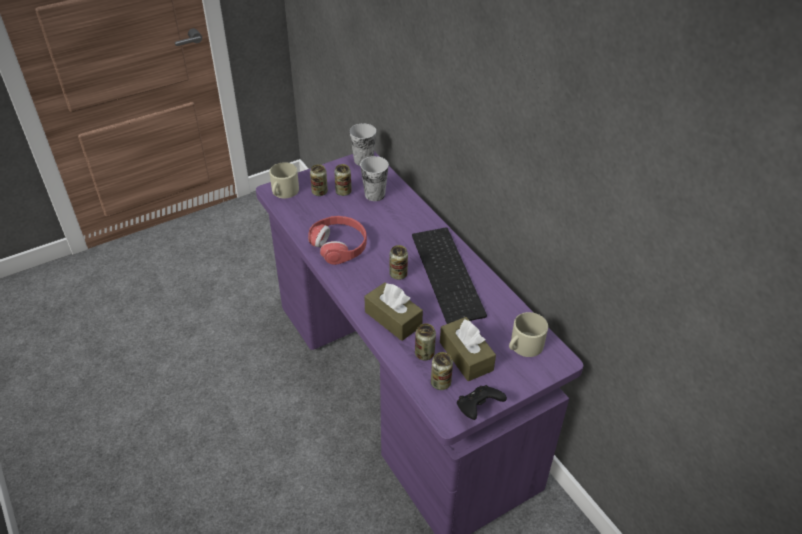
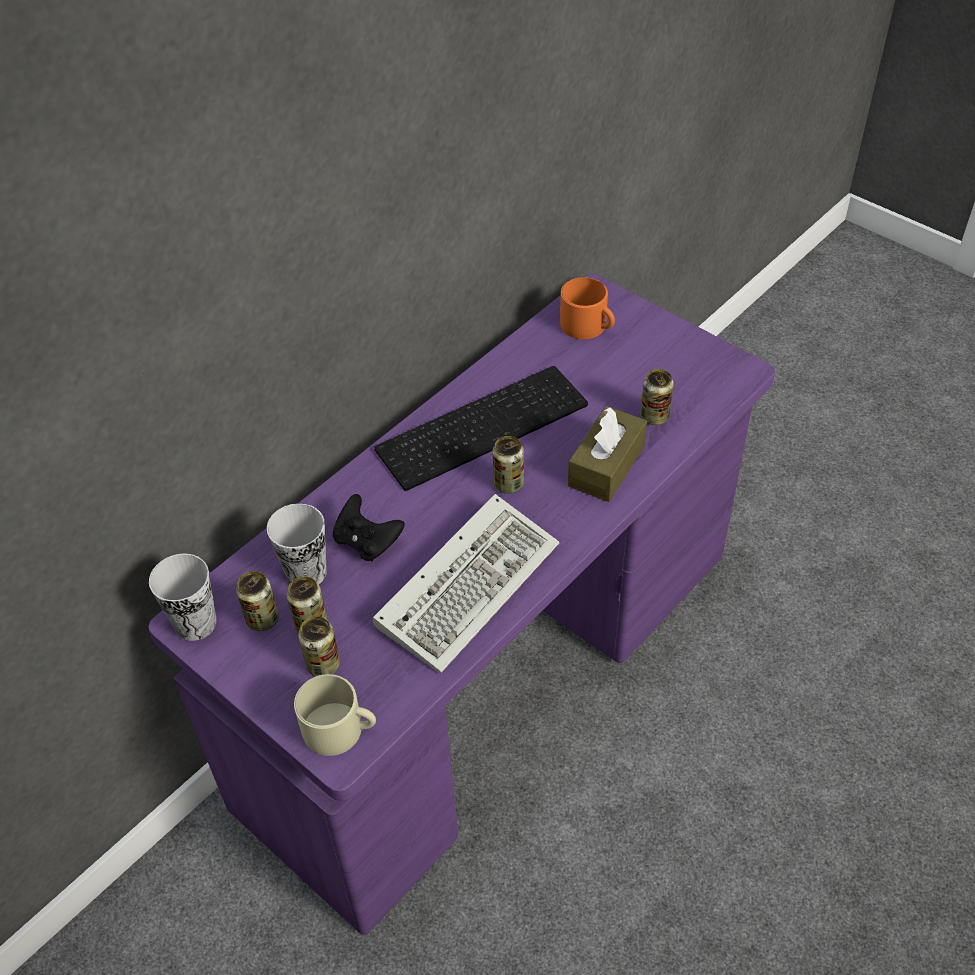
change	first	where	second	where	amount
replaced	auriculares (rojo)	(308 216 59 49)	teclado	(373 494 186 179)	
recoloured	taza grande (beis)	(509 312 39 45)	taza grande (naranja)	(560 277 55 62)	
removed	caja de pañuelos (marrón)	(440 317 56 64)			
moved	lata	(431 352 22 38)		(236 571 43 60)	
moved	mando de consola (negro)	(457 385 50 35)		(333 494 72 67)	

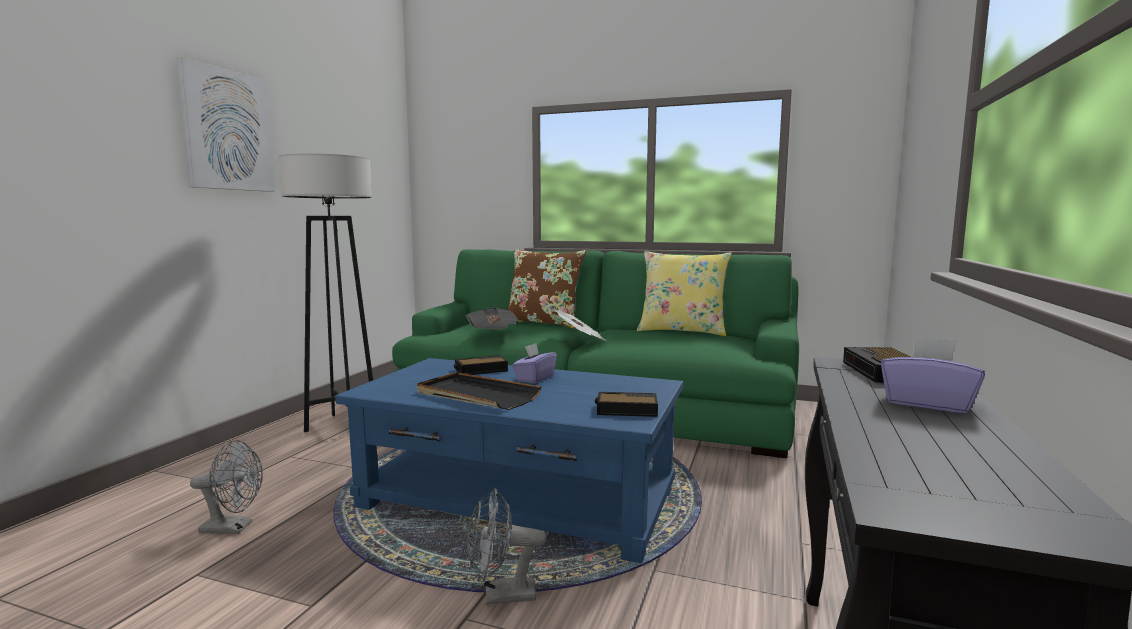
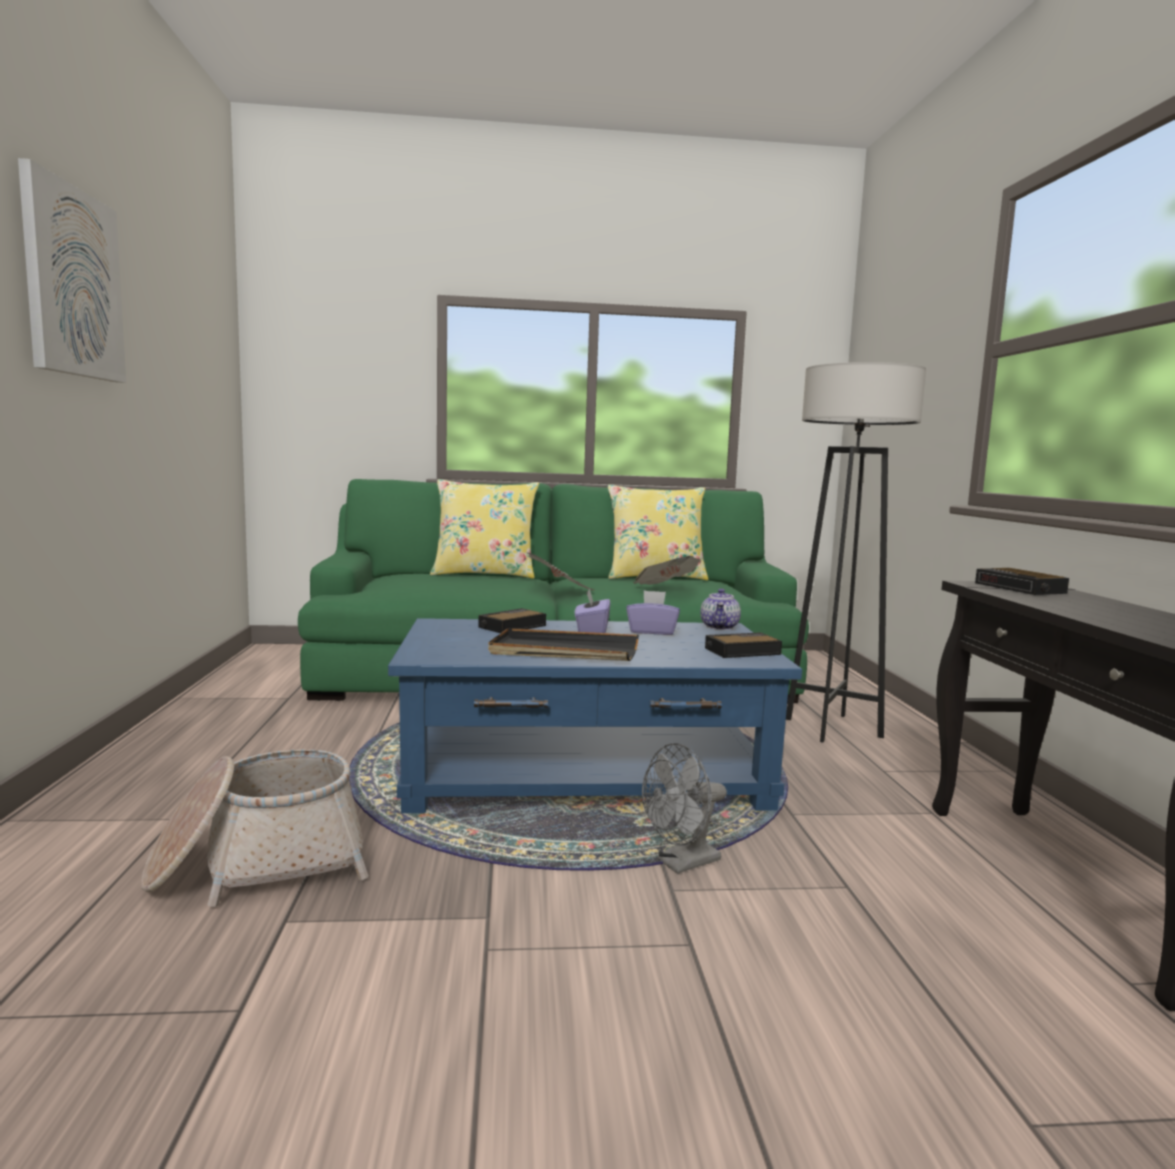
change	first	where	second	where	amount
moved	lámpara de pie (gris)	(279 153 94 279)		(786 362 140 381)	
recoloured	cojín (marrón)	(507 249 80 79)	cojín (amarillo)	(430 479 109 100)	
moved	periódico	(465 308 54 22)		(633 556 68 29)	
moved	caja de pañuelos (morado)	(881 336 104 78)		(626 590 54 45)	
replaced	ventilador (gris)	(190 440 73 94)	cesta	(140 749 229 158)	
added			tetera	(700 589 41 41)	

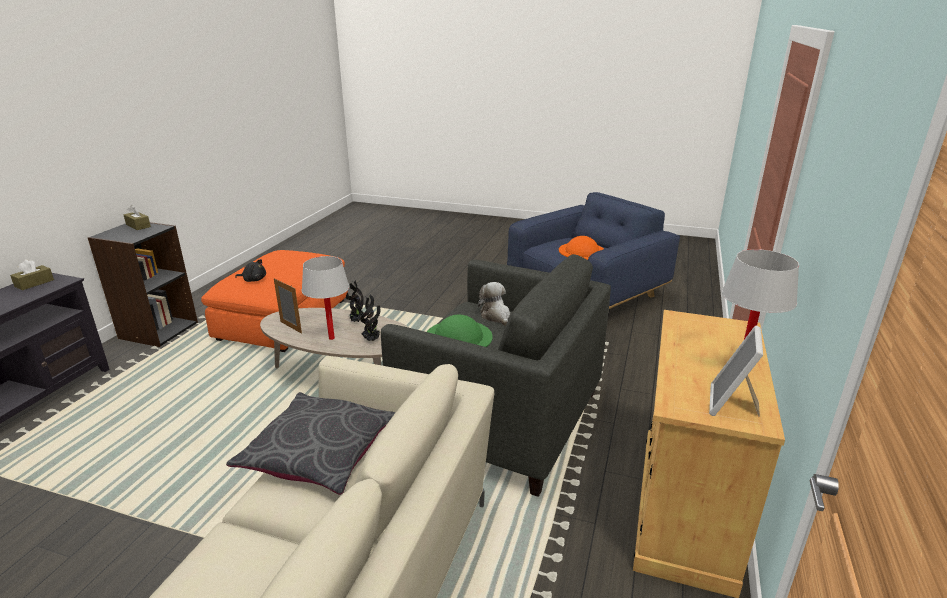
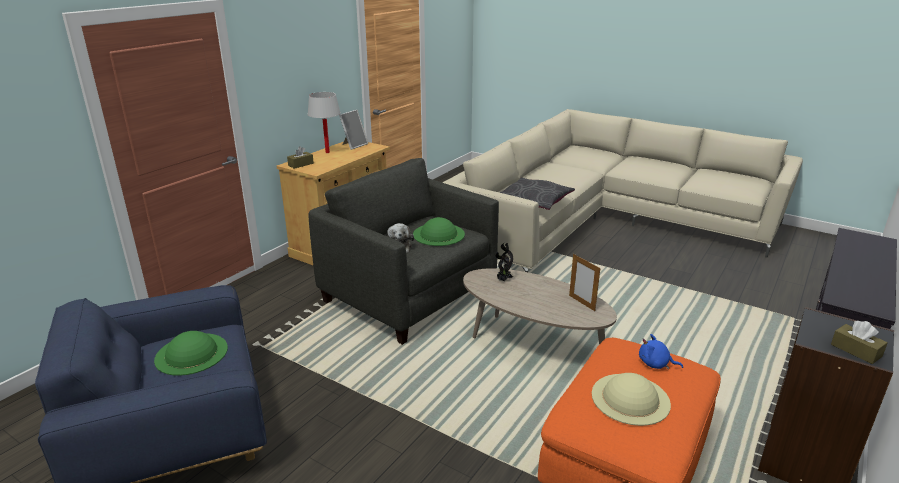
change	first	where	second	where	amount
recoloured	sombrero (naranja)	(559 236 45 24)	sombrero (verde)	(154 331 74 45)	
removed	lámpara de mesa (blanco)	(302 256 47 84)			
moved	caja de pañuelos (marrón)	(10 259 44 31)		(287 146 27 23)	
recoloured	peluche (negro)	(235 259 31 23)	peluche (azul)	(639 334 44 35)	
removed	planta en maceta	(346 281 18 41)			
added			sombrero (beis)	(592 373 79 53)	

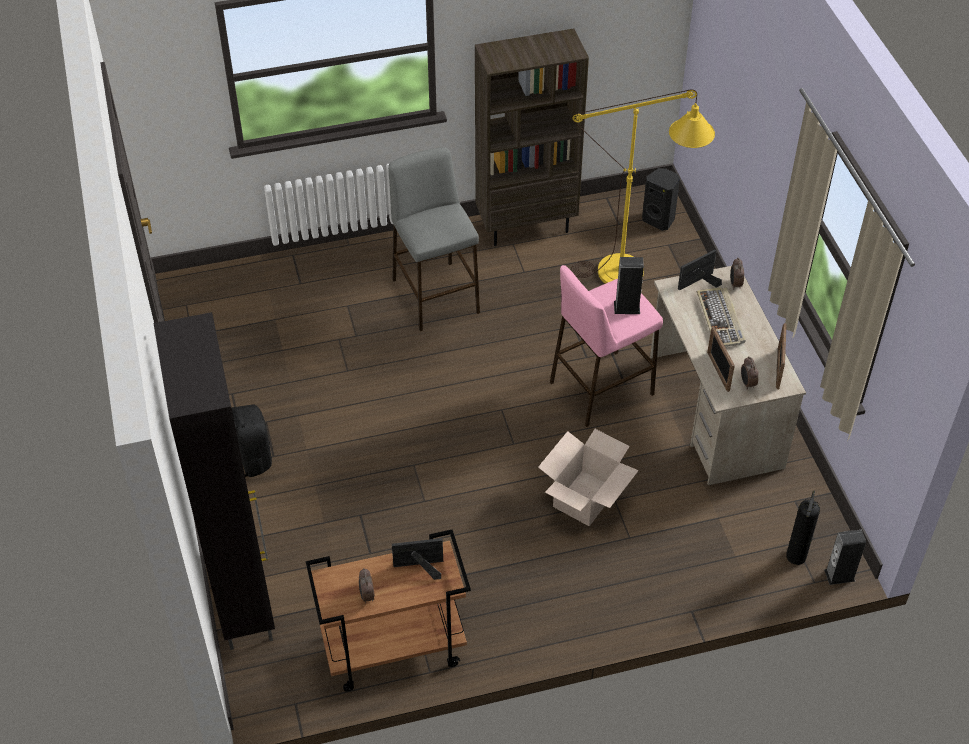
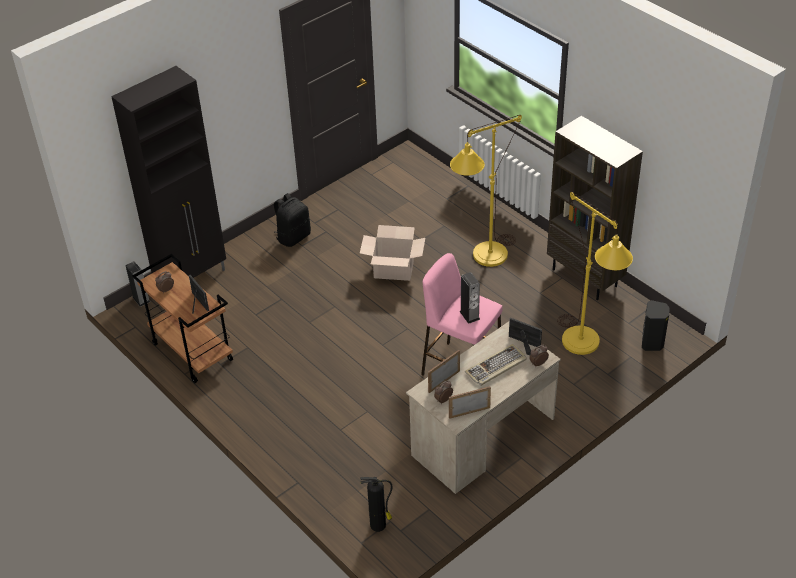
change	first	where	second	where	amount
replaced	taburete (gris)	(388 147 92 184)	lámpara de pie (amarillo)	(450 115 72 152)	
moved	caja de cartón	(538 429 101 97)		(360 225 65 56)	
moved	altavoz	(824 530 42 55)		(126 261 24 46)	

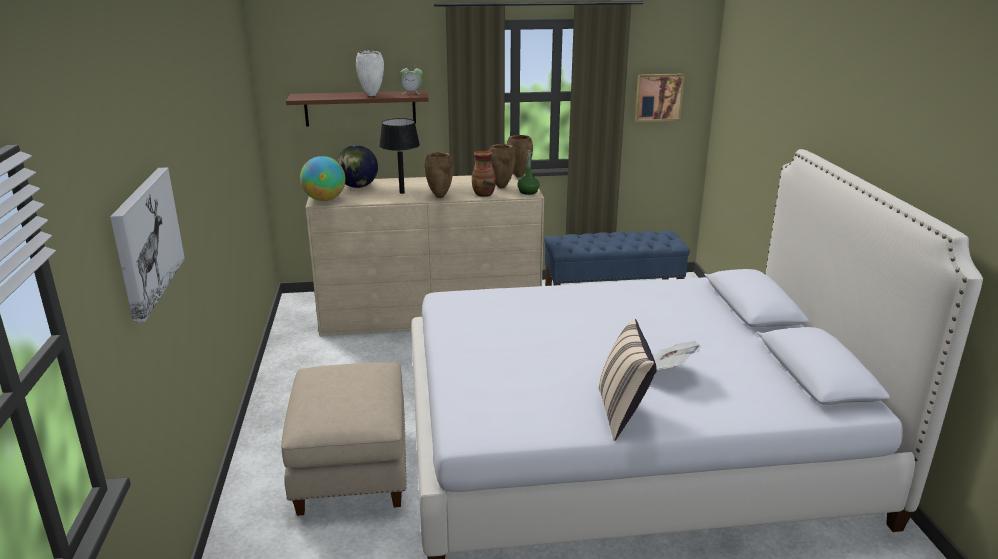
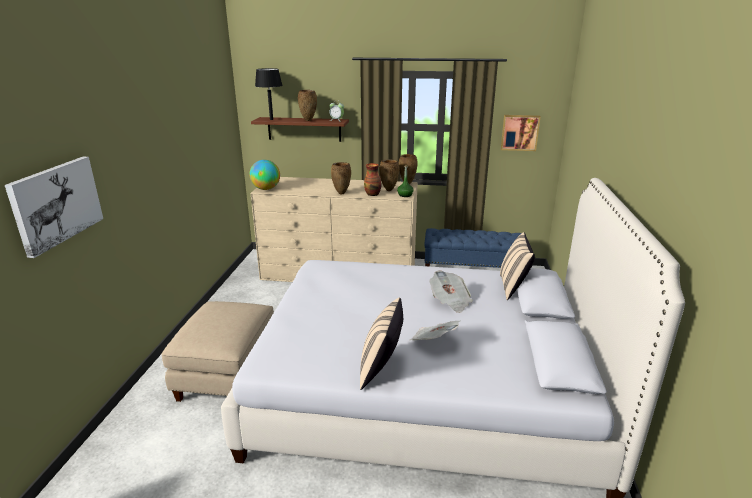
change	first	where	second	where	amount
recoloured	florero (blanco)	(356 51 28 45)	florero (marrón)	(298 90 19 31)	
moved	lámpara de mesa (negro)	(379 118 41 76)		(255 68 28 52)	
removed	globo terráqueo	(336 145 42 43)			
added			cojín (beis)	(500 232 35 69)	
added			periódico	(429 270 44 43)	

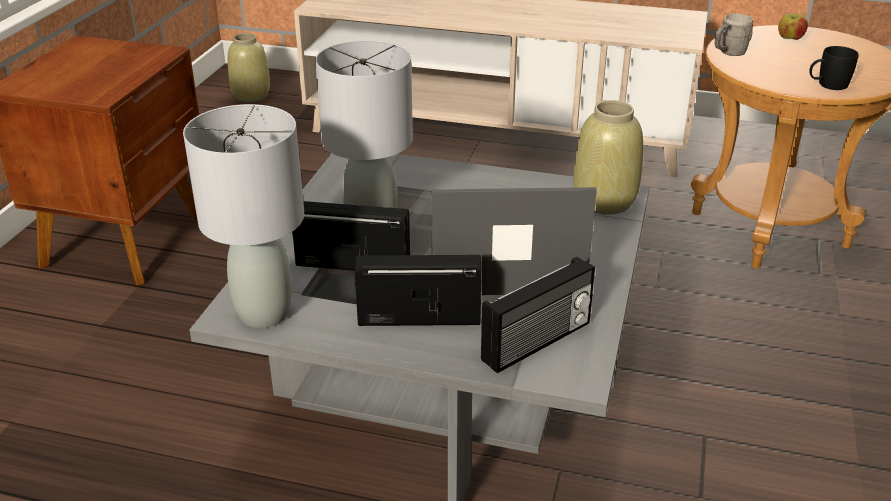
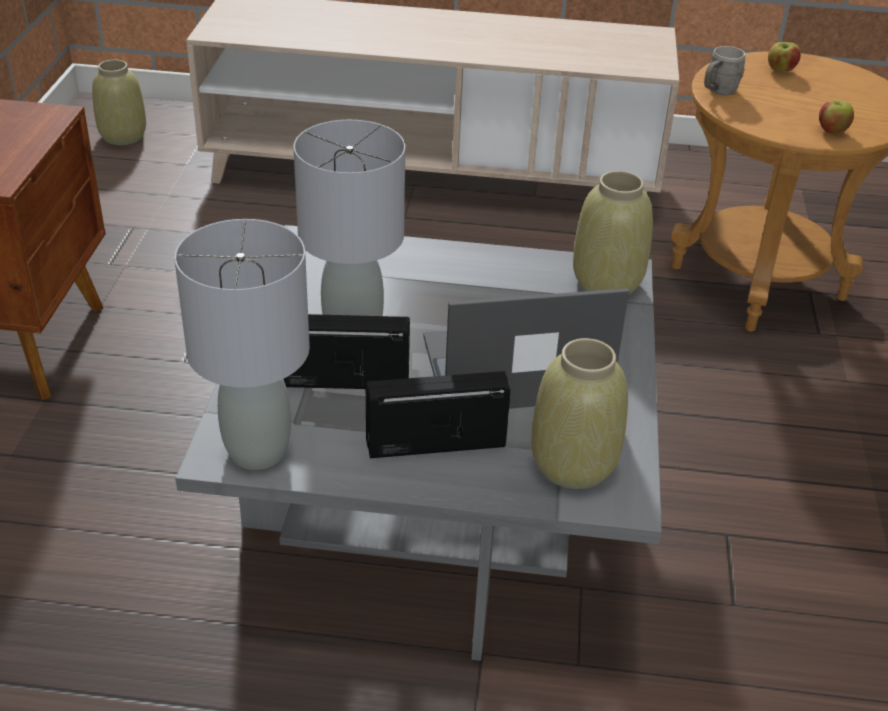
change	first	where	second	where	amount
replaced	taza grande (negro)	(809 46 50 44)	manzana	(819 100 35 34)	
replaced	radio	(481 257 114 116)	florero (beis)	(531 338 97 151)	

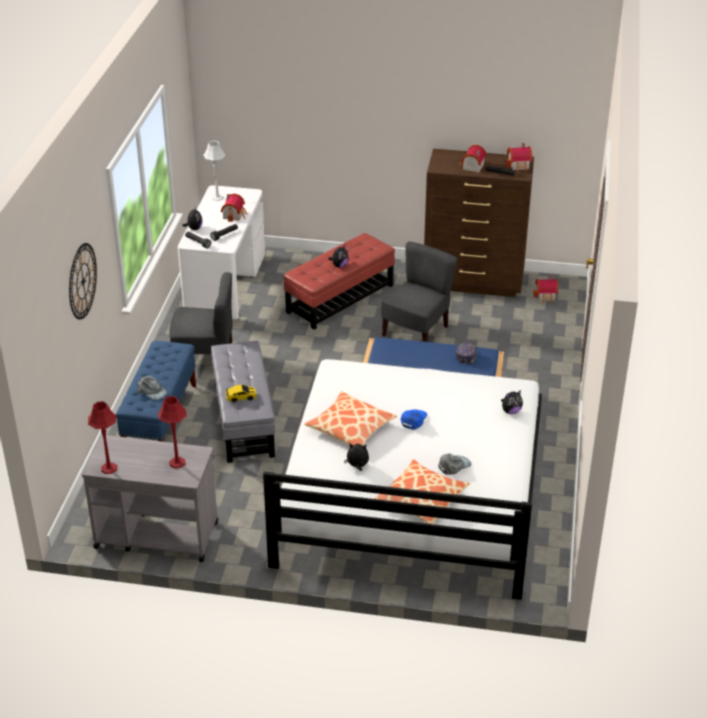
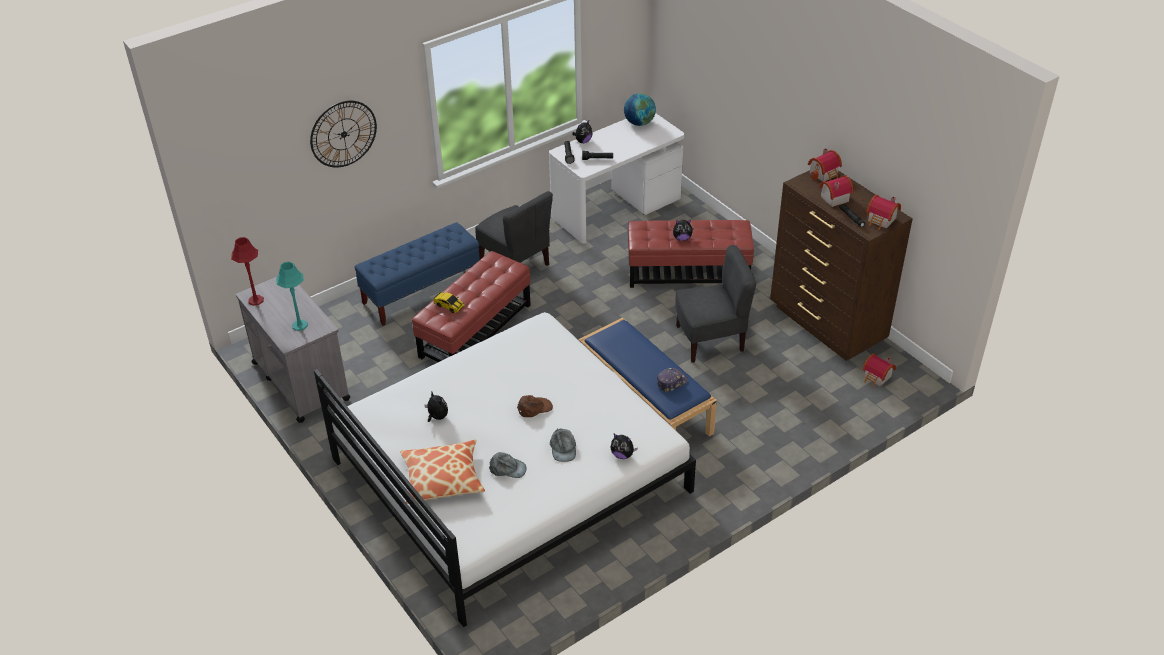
change	first	where	second	where	amount
replaced	lámpara de mesa (gris)	(204 141 22 60)	globo terráqueo	(624 93 32 33)	
moved	casita	(221 194 26 28)		(808 148 34 34)	
recoloured	puf (gris)	(211 341 64 122)	puf (rojo)	(412 251 119 111)	
moved	gorra (gris)	(137 376 30 24)		(550 429 26 33)	
removed	cojín	(304 391 93 54)			
recoloured	lámpara de mesa (rojo)	(158 396 29 73)	lámpara de mesa (turquesa)	(276 262 32 69)	
recoloured	gorra (azul)	(401 410 26 20)	gorra (marrón)	(517 395 36 22)	

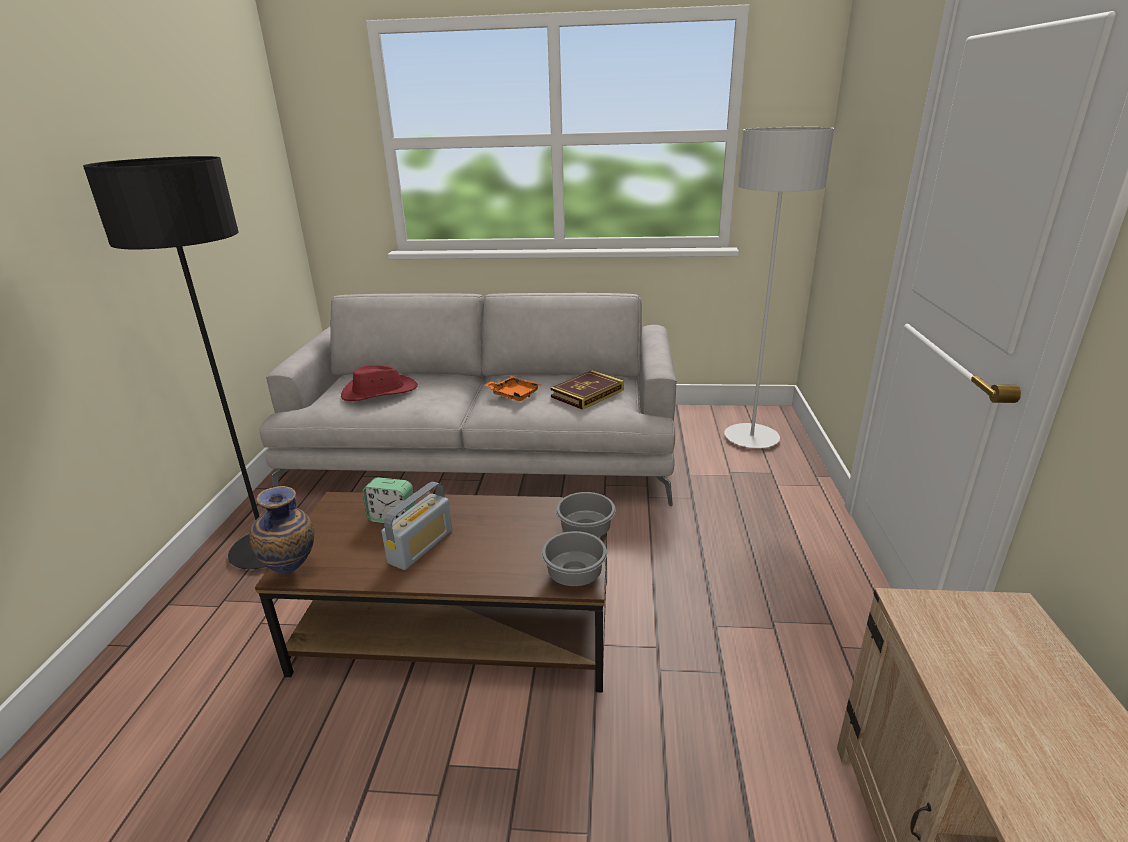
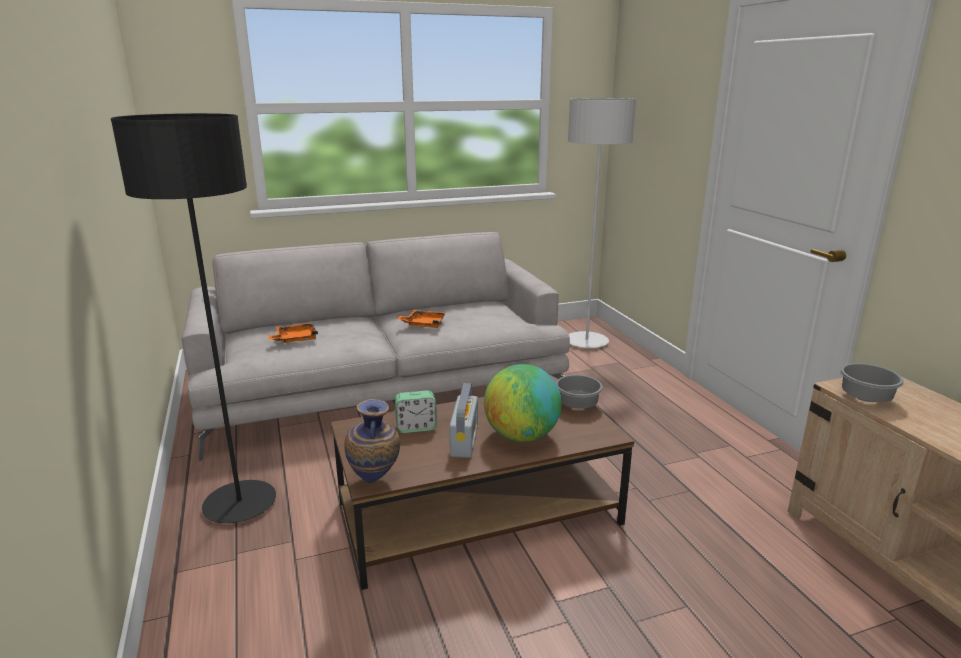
change	first	where	second	where	amount
replaced	sombrero (rojo)	(341 365 77 36)	bandeja (naranja)	(268 323 50 20)	
removed	libro	(550 370 74 40)			
moved	cuenco (gris)	(541 531 66 55)		(840 363 64 39)	
added			globo terráqueo	(484 364 78 78)	

